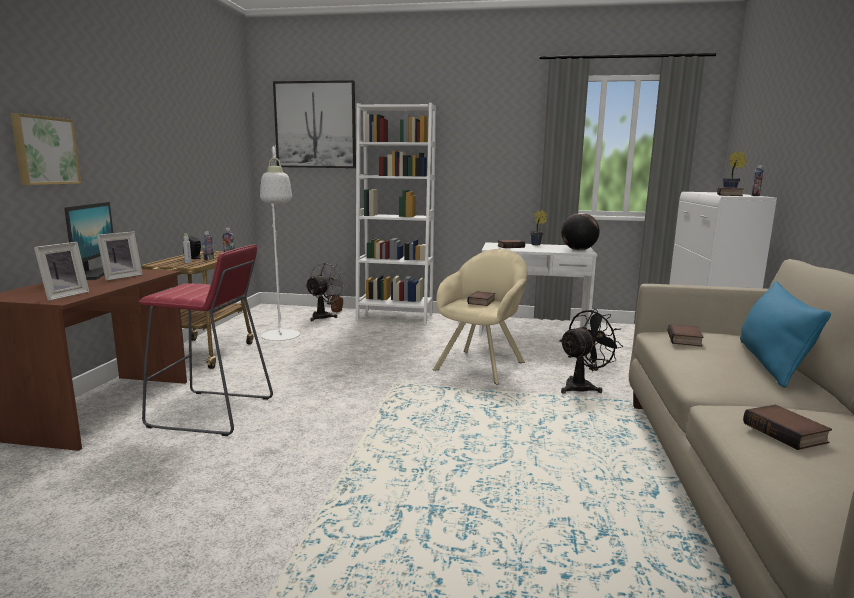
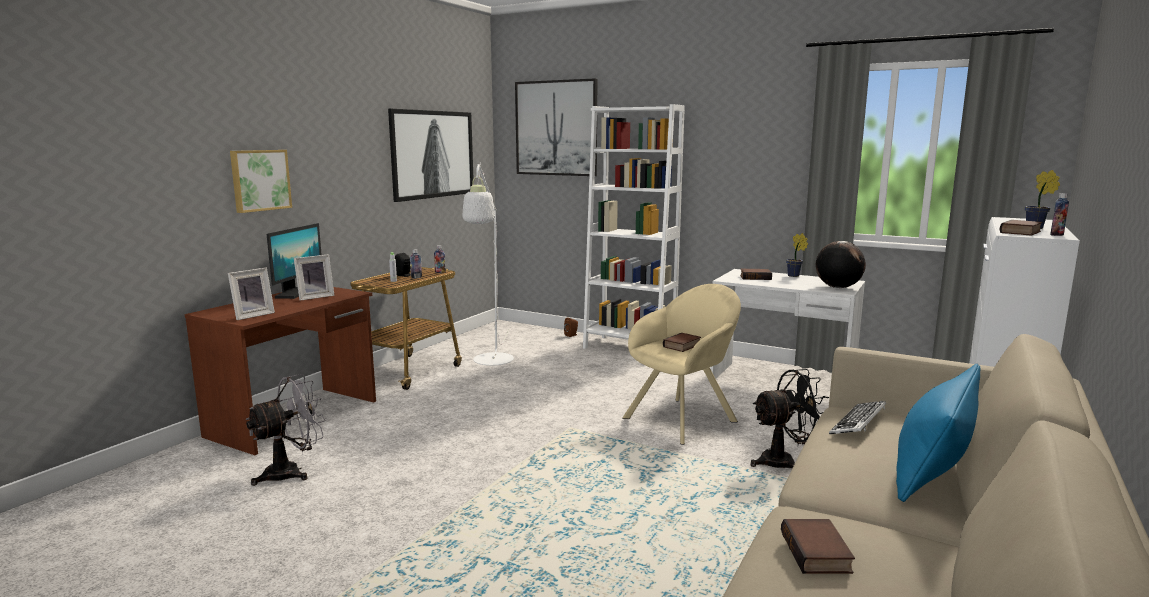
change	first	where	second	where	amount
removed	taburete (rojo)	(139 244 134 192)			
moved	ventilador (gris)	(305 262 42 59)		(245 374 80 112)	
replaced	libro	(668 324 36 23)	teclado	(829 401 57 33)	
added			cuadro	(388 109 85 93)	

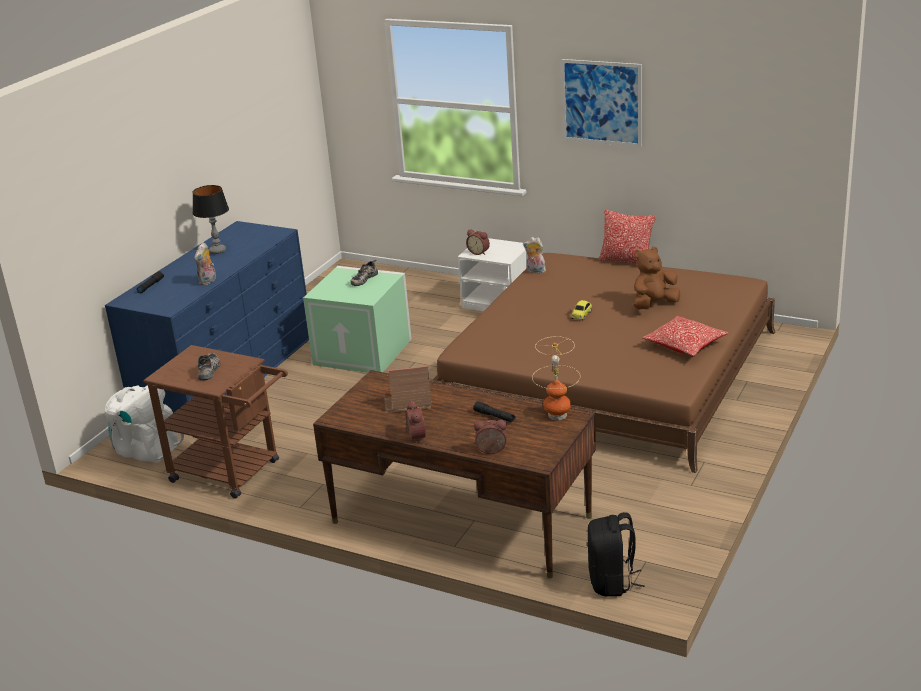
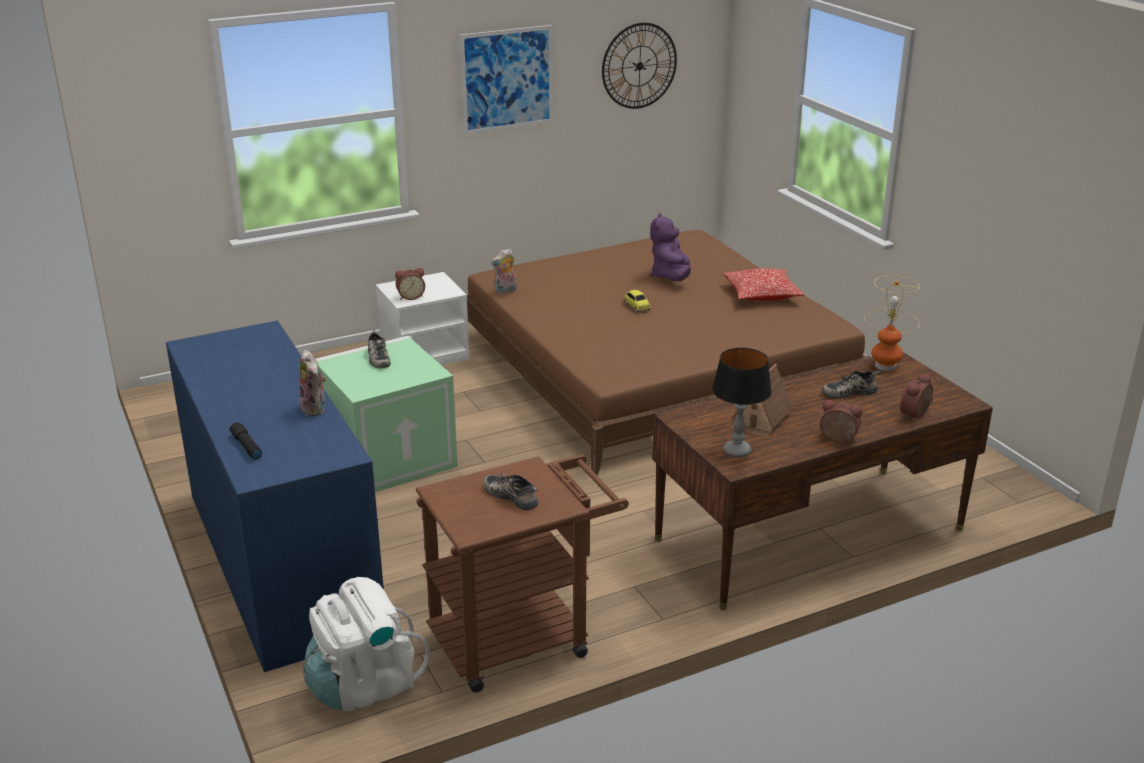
change	first	where	second	where	amount
moved	lámpara de mesa	(192 185 37 69)		(712 348 60 110)	
removed	cojín	(599 210 57 54)			
recoloured	peluche (marrón)	(633 247 47 63)	peluche (morado)	(650 213 41 68)	
replaced	linterna (negro)	(473 401 43 21)	zapato	(822 371 59 27)	
removed	mochila (negro)	(588 512 57 84)			
added			reloj de pared	(602 23 75 86)	

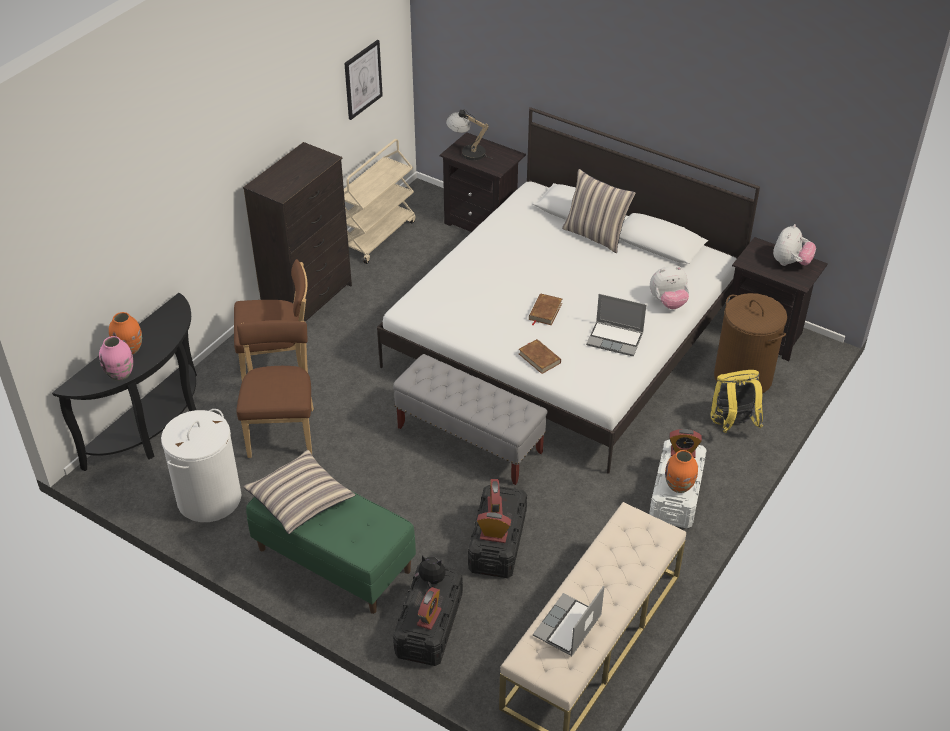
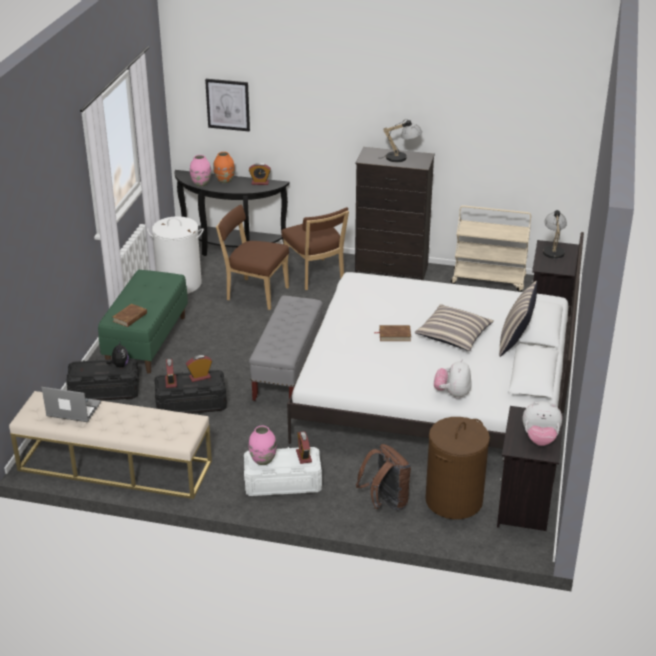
change	first	where	second	where	amount
moved	cuadro	(344 40 39 80)		(205 79 45 52)	
turned	peluche	(650 266 39 43)		(434 359 38 40)	45 degrees clockwise
removed	portátil	(586 294 60 62)			
turned	silla (marrón)	(236 320 78 138)		(216 205 73 105)	135 degrees counterclockwise
moved	libro (marrón)	(519 339 42 35)		(113 304 34 23)	
recoloured	mochila (amarillo)	(710 370 53 63)	mochila (marrón)	(356 444 55 67)	
moved	cojín	(243 450 112 84)		(415 304 79 47)	
recoloured	florero (naranja)	(665 450 33 43)	florero (rosa)	(249 425 28 40)	
moved	despertador	(417 587 25 43)		(249 163 22 22)	
added			lámpara de mesa	(383 119 39 43)	

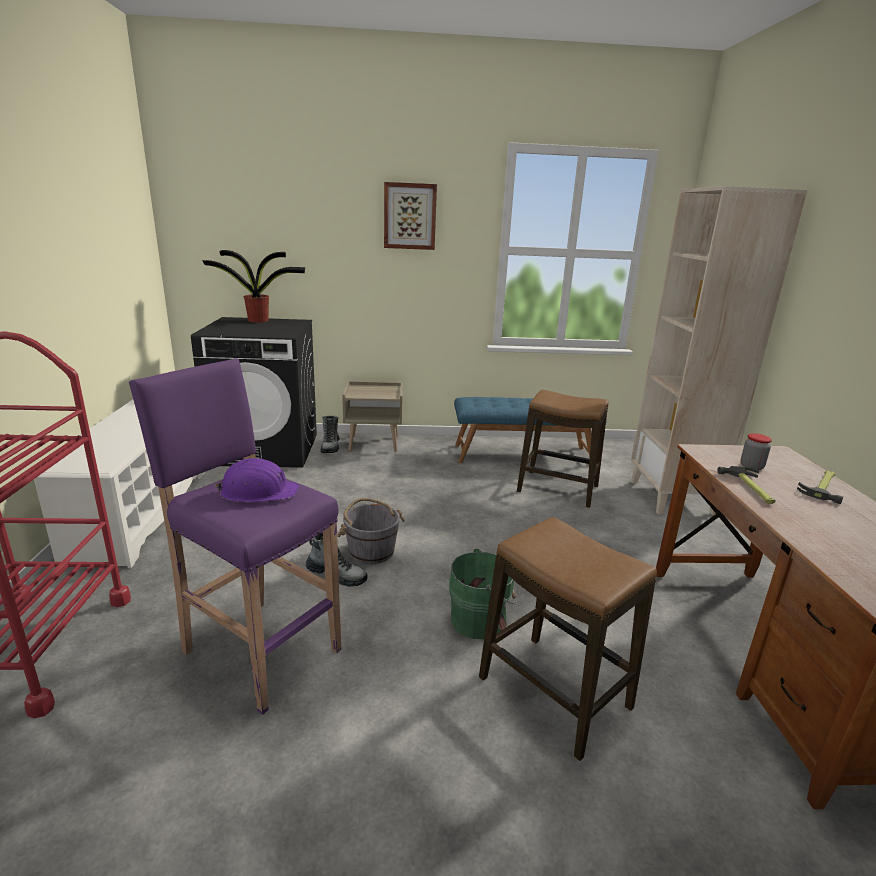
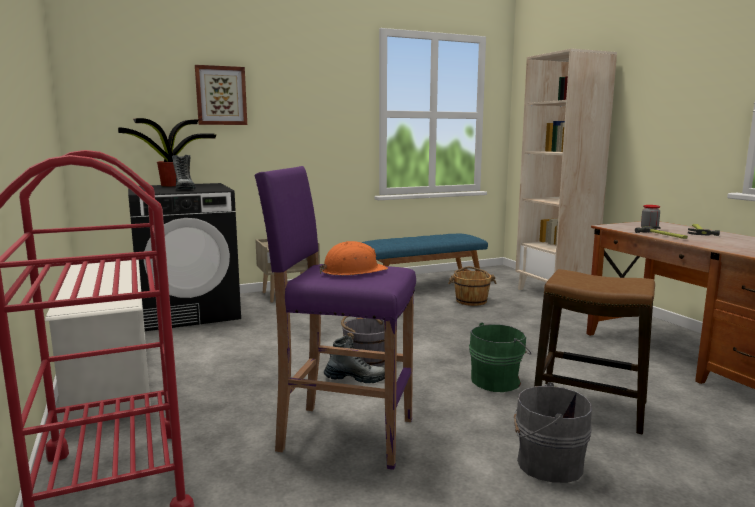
change	first	where	second	where	amount
moved	cuadro	(384 182 53 68)		(195 65 52 60)	
replaced	taburete	(517 390 92 118)	cubo (marrón)	(448 266 49 40)	
moved	bota	(320 416 20 37)		(172 155 24 35)	
recoloured	casco (morado)	(215 458 84 44)	casco (naranja)	(319 241 69 34)	
added			cubo (gris)	(514 382 78 101)	

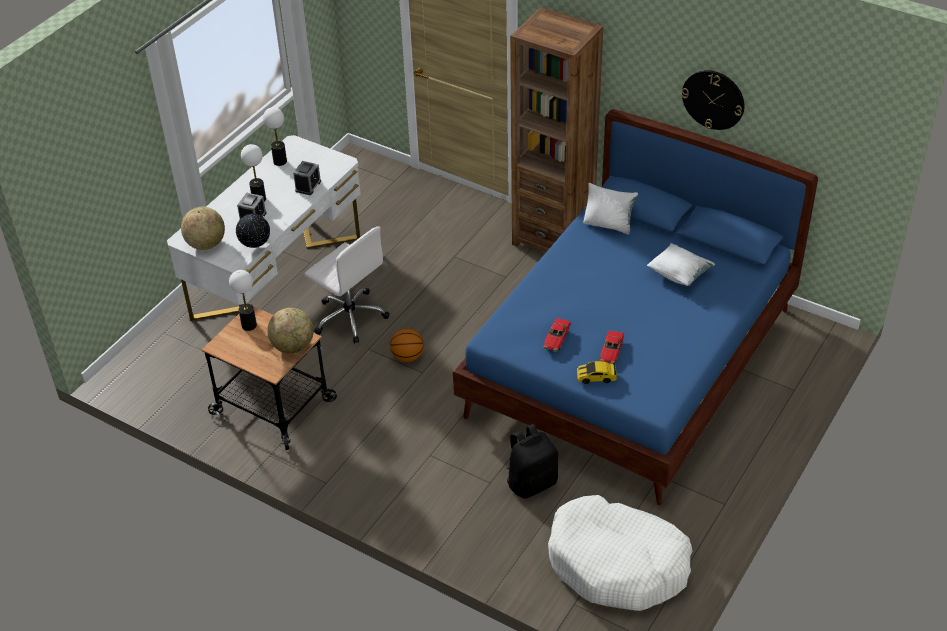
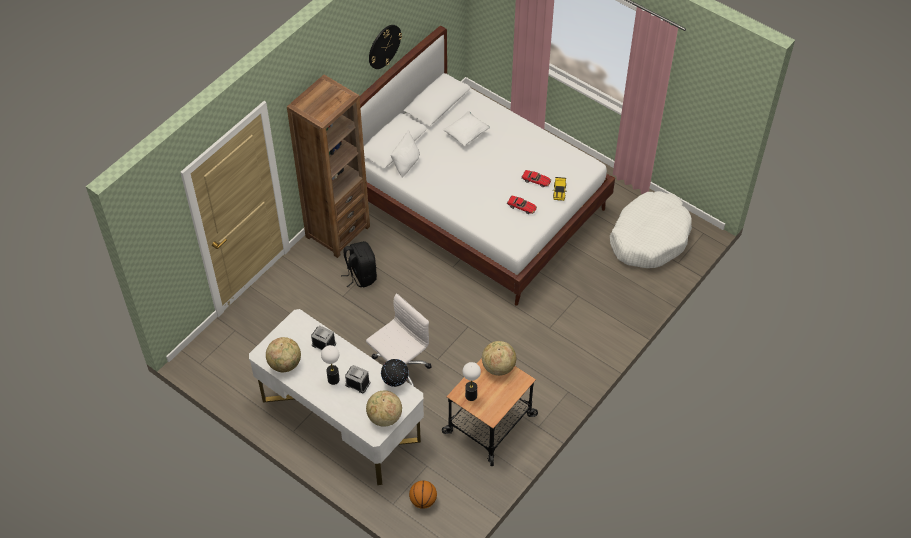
change	first	where	second	where	amount
replaced	lámpara de mesa	(263 107 24 59)	globo terráqueo	(266 337 35 35)	
recoloured	cama (azul)	(453 109 365 396)	cama (blanco)	(360 26 255 280)	
moved	balón de baloncesto	(390 328 34 34)		(409 481 28 28)	
moved	mochila (negro)	(507 424 51 75)		(341 241 36 46)	

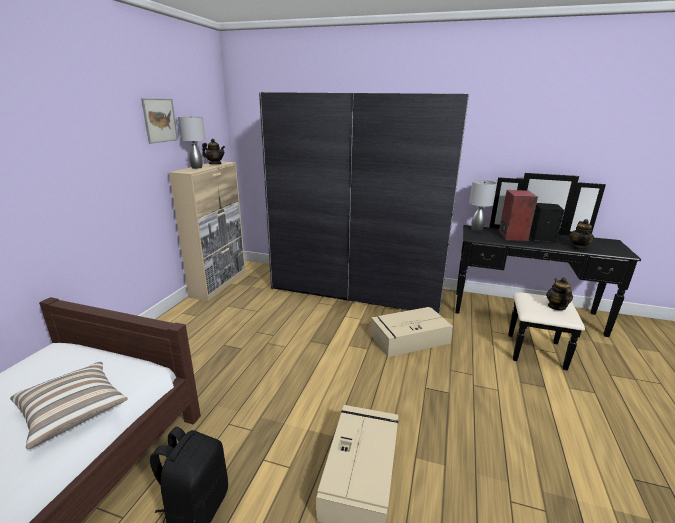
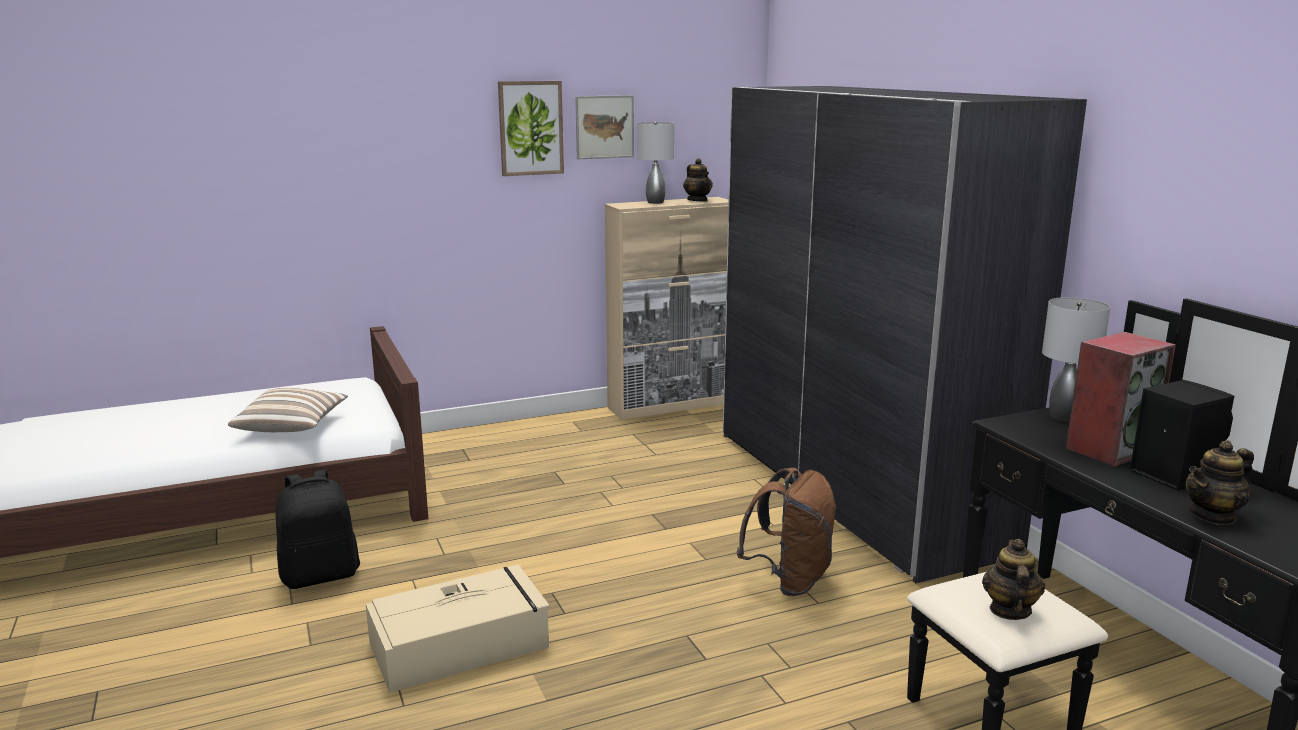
change	first	where	second	where	amount
turned	tetera	(546 277 27 33)		(982 539 63 81)	45 degrees counterclockwise
replaced	caja de almacenaje (beis)	(371 307 82 50)	mochila (marrón)	(736 468 100 128)	
added			cuadro	(498 81 66 95)	

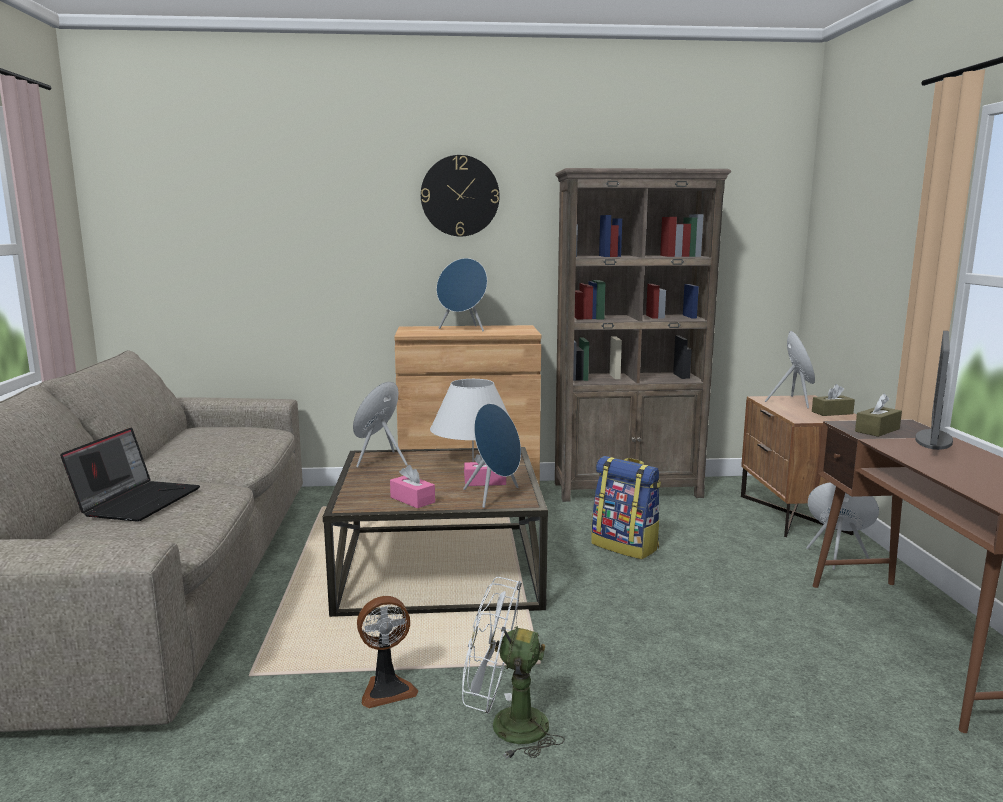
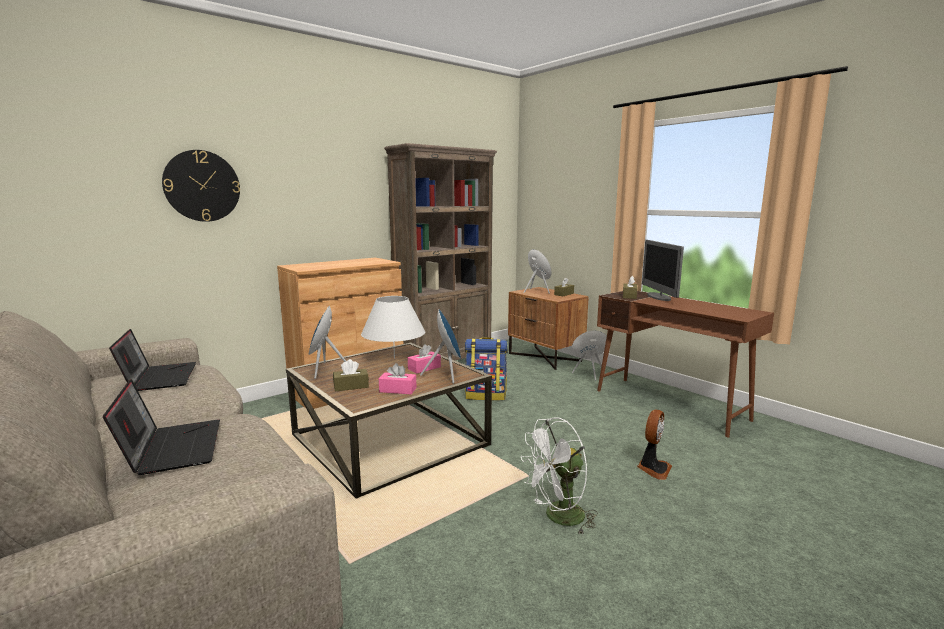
change	first	where	second	where	amount
moved	reloj de pared	(421 155 79 81)		(162 150 78 72)	
removed	altavoz (azul)	(436 258 51 73)			
moved	ventilador	(357 596 61 112)		(637 410 35 70)	
added			portátil	(109 329 87 62)	
added			caja de pañuelos (marrón)	(333 359 36 32)	

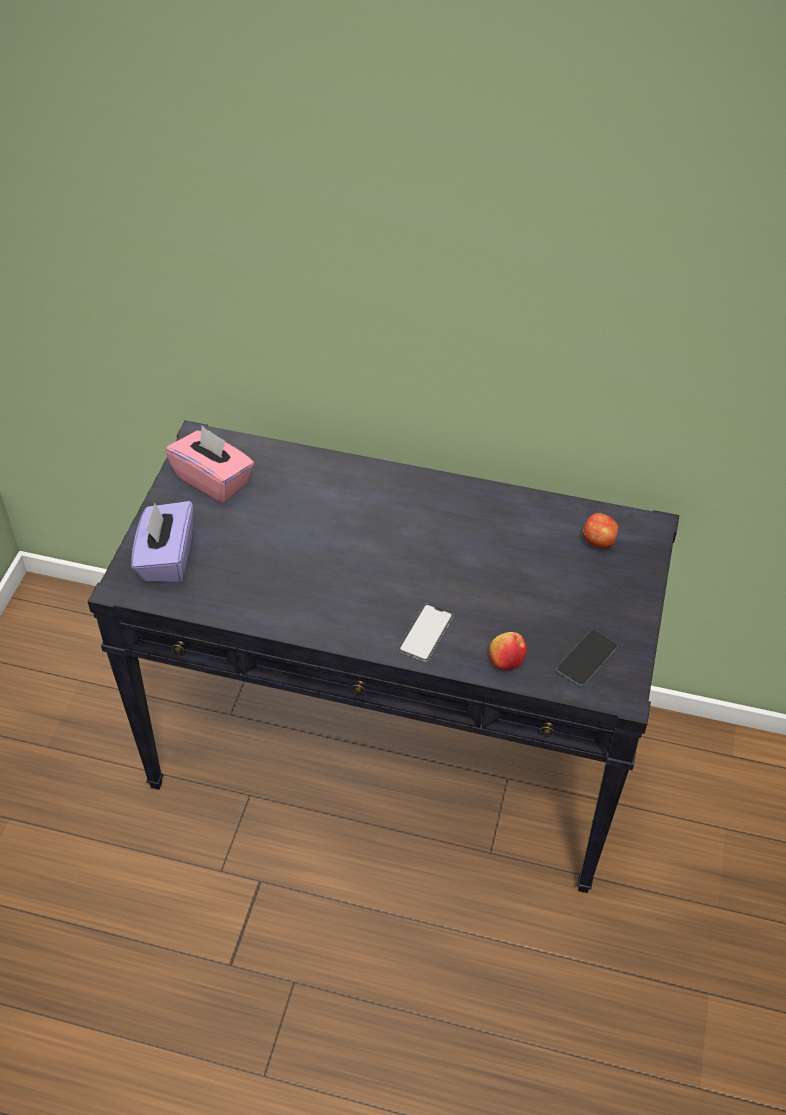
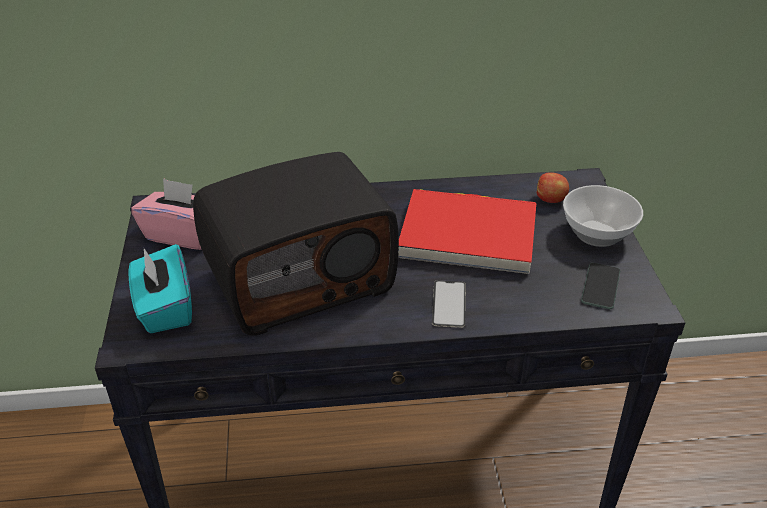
change	first	where	second	where	amount
recoloured	caja de pañuelos (morado)	(131 501 63 82)	caja de pañuelos (turquesa)	(128 244 64 89)	
removed	manzana	(489 632 38 38)			
added			radio	(193 152 206 184)	
added			cuenco	(563 185 80 62)	
added			libro (rojo)	(398 189 138 85)	

